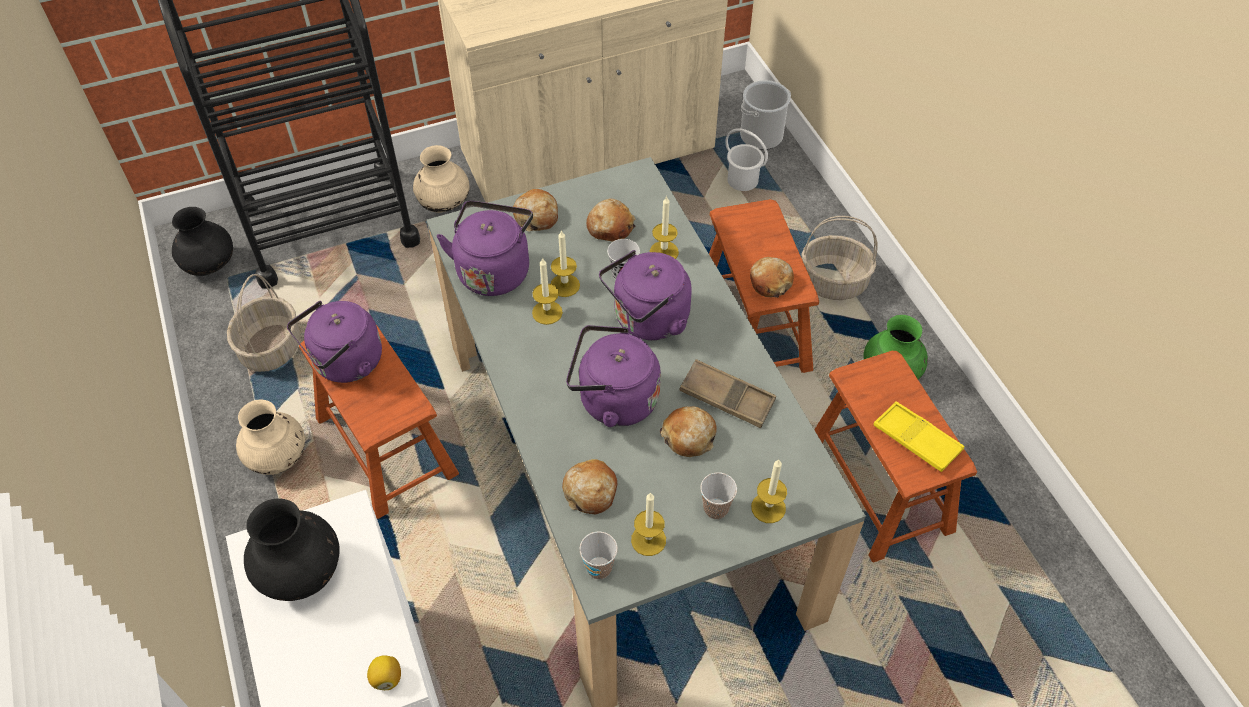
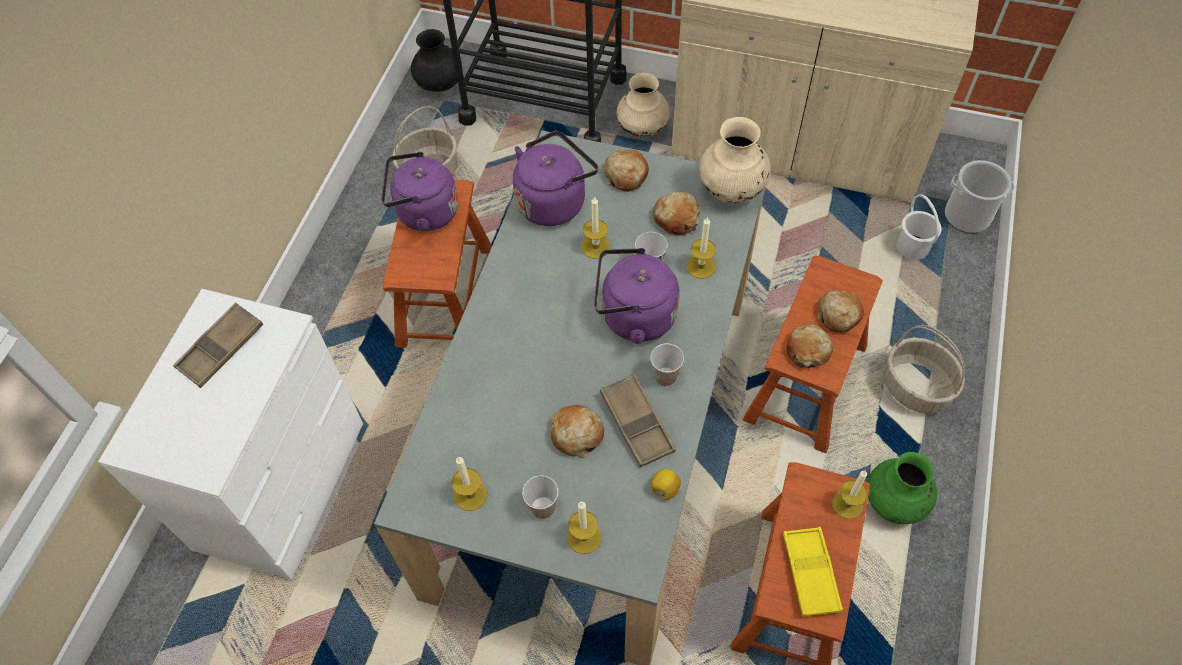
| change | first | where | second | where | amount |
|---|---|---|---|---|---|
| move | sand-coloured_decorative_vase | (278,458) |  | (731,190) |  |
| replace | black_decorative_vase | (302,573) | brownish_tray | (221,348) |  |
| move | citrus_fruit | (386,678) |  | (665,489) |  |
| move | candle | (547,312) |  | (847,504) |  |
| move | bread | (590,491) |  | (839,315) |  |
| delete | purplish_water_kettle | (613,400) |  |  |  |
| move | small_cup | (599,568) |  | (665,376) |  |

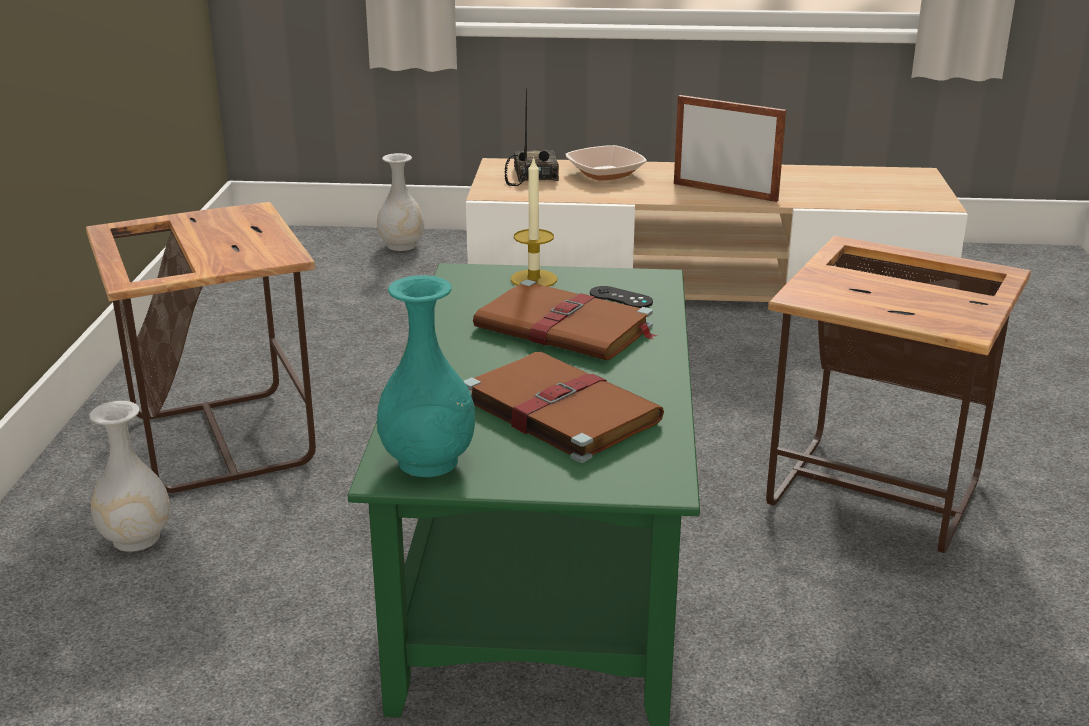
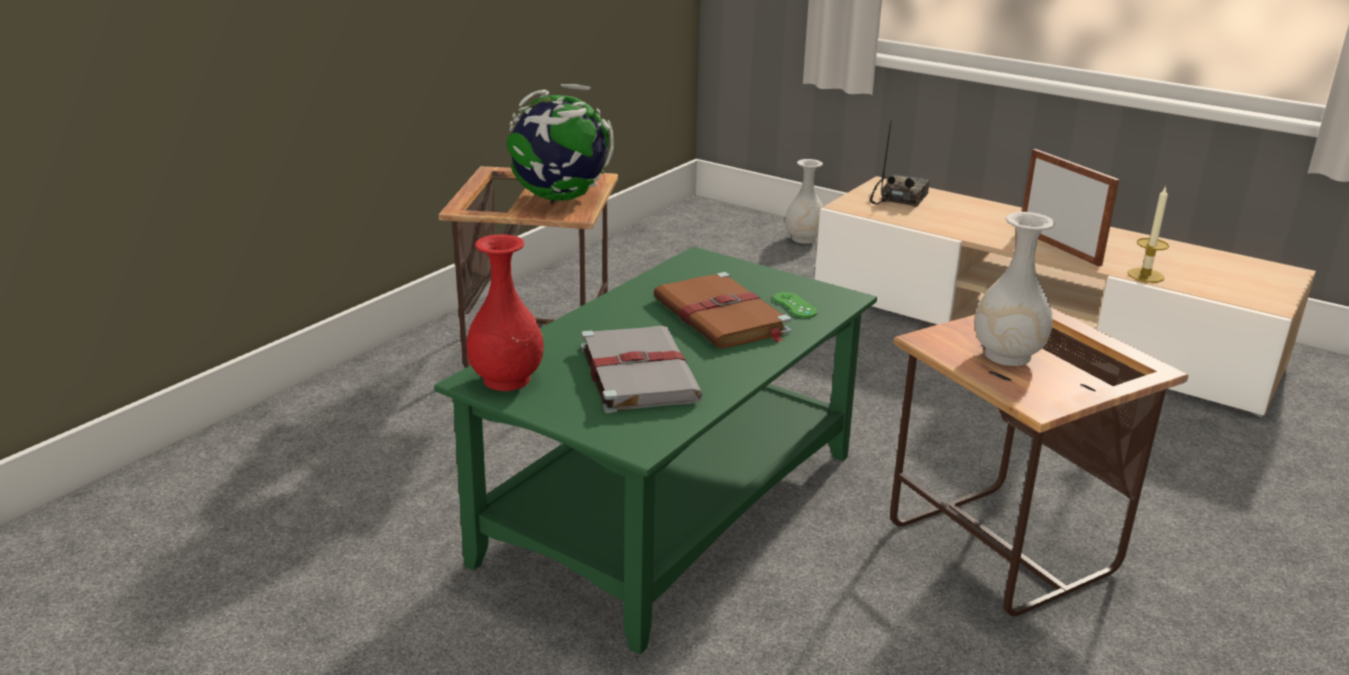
| change | first | where | second | where | amount |
|---|---|---|---|---|---|
| move | white_decorative_vase | (135,538) |  | (1006,355) |  |
| recolor | turquoise-coloured_decorative_vase | (428,462) | reddish_decorative_vase | (506,380) |  |
| recolor | brownish_book | (557,409) | greyish_book | (637,372) |  |
| move | candle | (534,279) |  | (1145,275) |  |
| delete | serving_bowl | (605,173) |  |  |  |
| recolor | black_gamepad | (621,298) | greenish_gamepad | (795,305) |  |
| insert |  |  | globe | (560,198) |  |

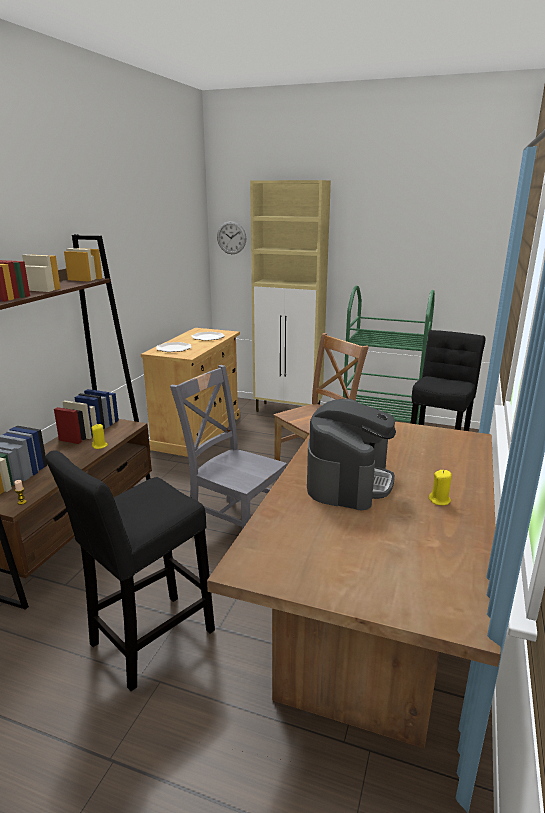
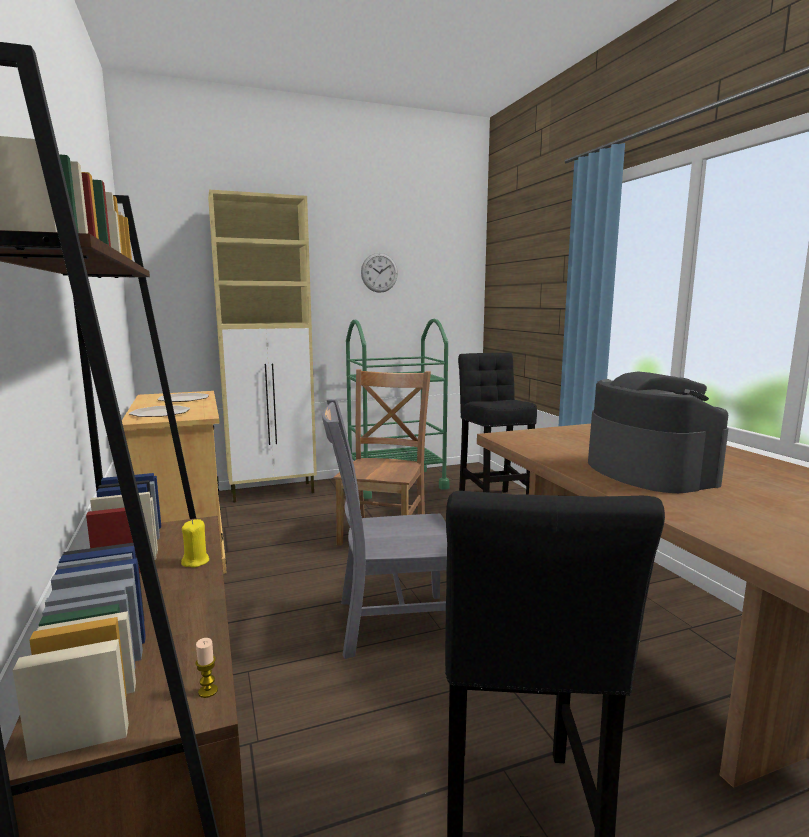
| change | first | where | second | where | amount |
|---|---|---|---|---|---|
| move | clock_on_the_wall | (231,237) |  | (379,272) |  |
| delete | yellow-coloured_candle | (439,500) |  |  |  |

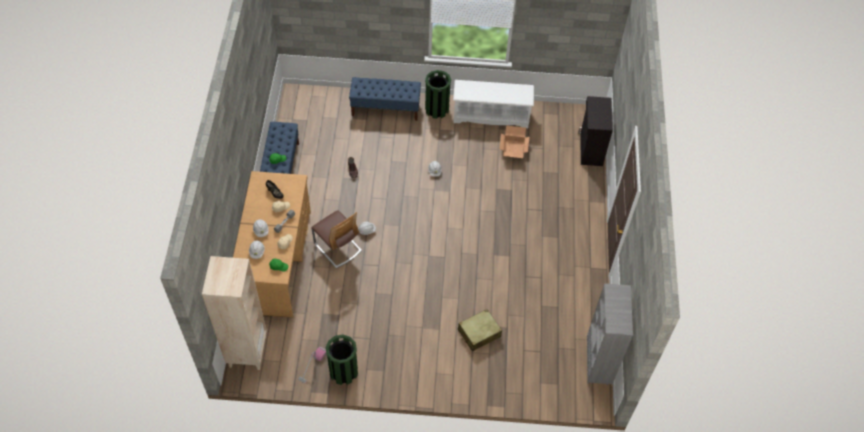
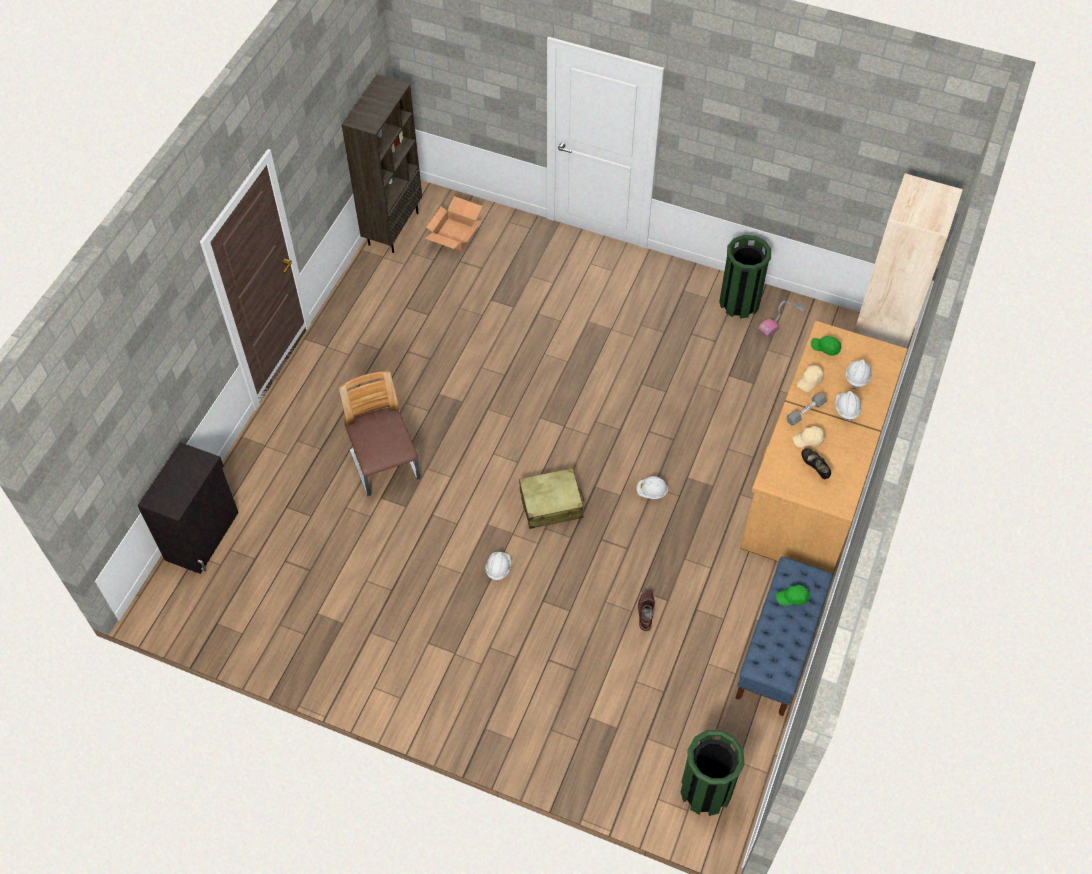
| change | first | where | second | where | amount |
|---|---|---|---|---|---|
| move | upright_chair | (338,247) |  | (385,466) |  |
| delete | bluish_bench | (385,109) |  |  |  |
| move | greenish_trash_can | (437,109) |  | (705,790) |  |
| delete | white_shoe_shelf | (491,115) |  |  |  |
| move | sand-coloured_suitcase | (479,333) |  | (551,504) |  |
| move | packing_box | (514,149) |  | (454,233) |  |
| recolor | greyish_shelving_unit | (597,365) | brownish_shelving_unit | (393,228) |  |

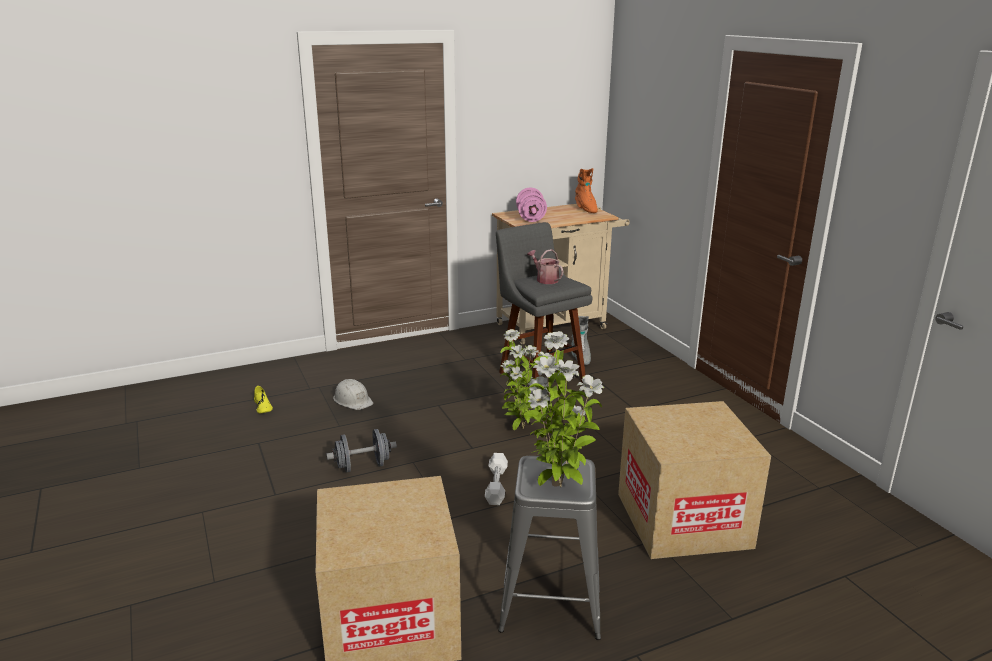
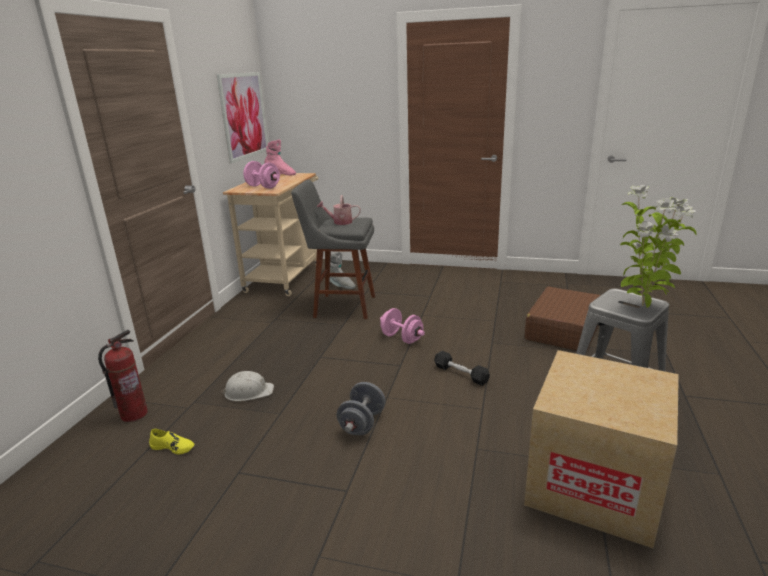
| change | first | where | second | where | amount |
|---|---|---|---|---|---|
| recolor | white_free_weight | (496,485) | black_free_weight | (461,374) |  |
| replace | potted_plant | (522,429) | pink-coloured_free_weight | (402,338) |  |
| recolor | orangey_tall_boot | (585,209) | pink-coloured_tall_boot | (280,174) |  |
| replace | packing_box | (683,520) | brownish_suitcase | (563,329) |  |
| insert |  |  | fire-fighting_cylinder | (134,414) |  |
| insert |  |  | wall_picture | (244,116) |  |

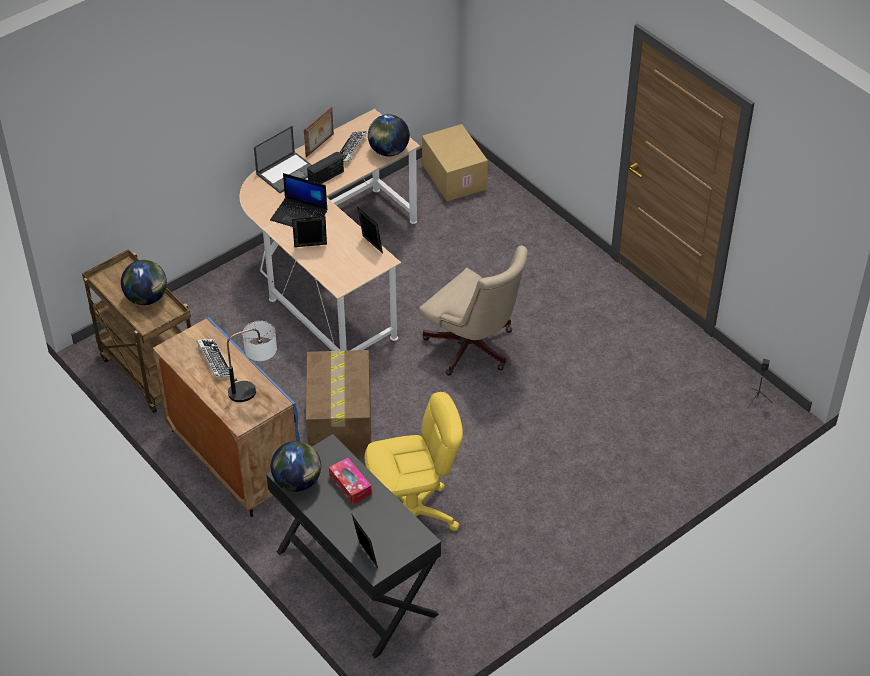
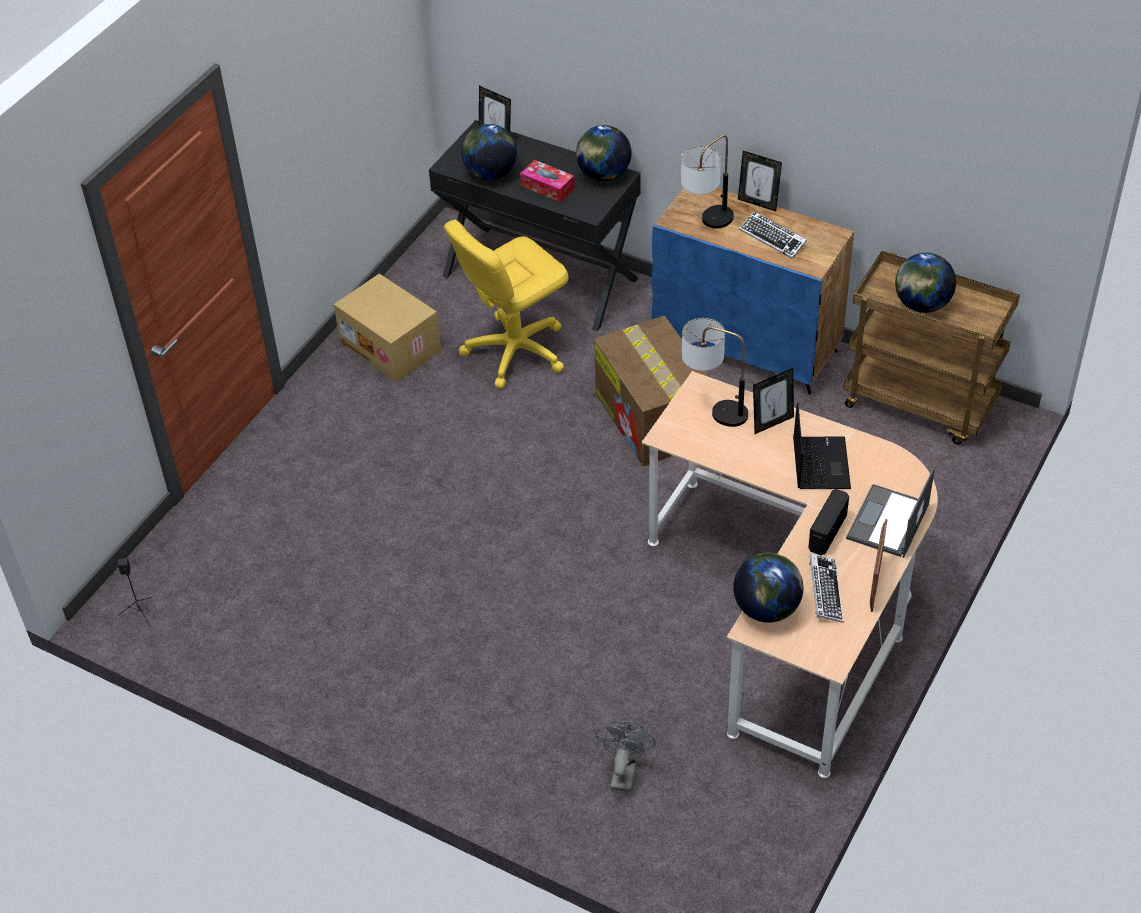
| change | first | where | second | where | amount |
|---|---|---|---|---|---|
| rotate | portable_computer | (300,215) |  | (819,463) | 90 degrees clockwise |
| move | picture_frame | (370,246) |  | (758,203) |  |
| delete | sand-coloured_office_chair | (473,349) |  |  |  |
| move | packing_box | (453,176) |  | (392,346) |  |
| insert |  |  | globe | (490,173) |  |
| insert |  |  | greyish_fan | (623,771) |  |
| insert |  |  | table_lamp | (713,409) |  |

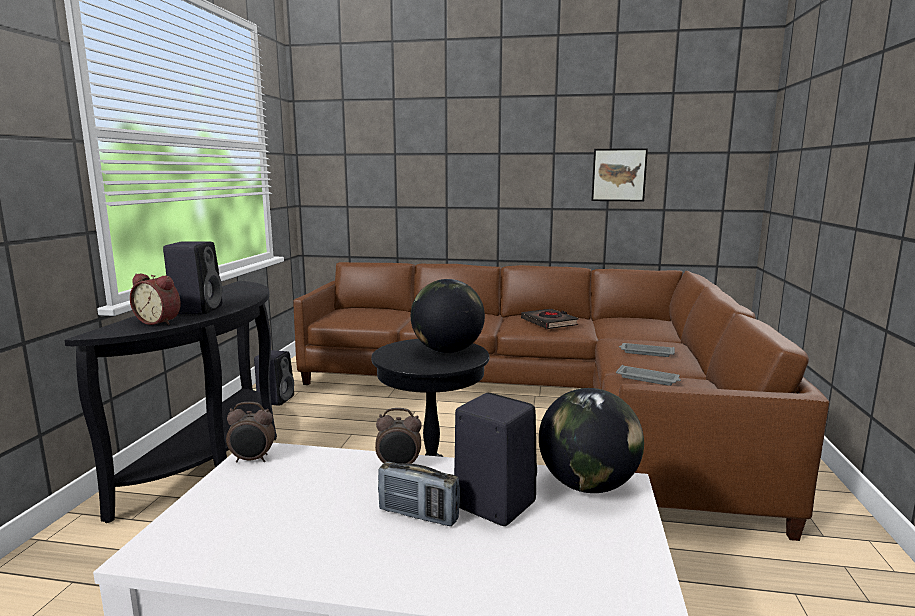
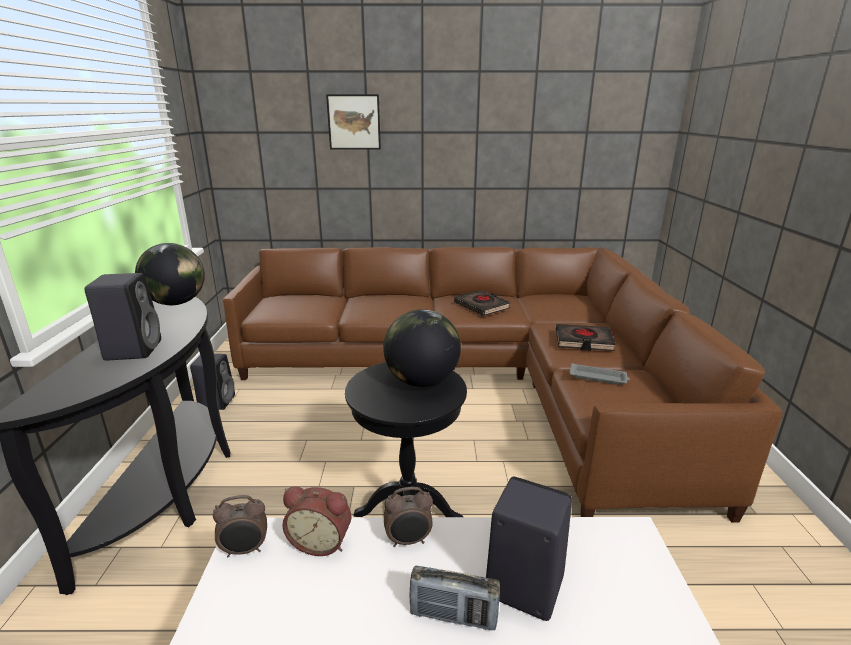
| change | first | where | second | where | amount |
|---|---|---|---|---|---|
| move | table_clock | (160,322) |  | (321,541) |  |
| move | globe | (588,485) |  | (176,303) |  |
| move | wall_picture | (619,175) |  | (354,122) |  |
| replace | greyish_tray | (646,352) | black_book | (583,341) |  |

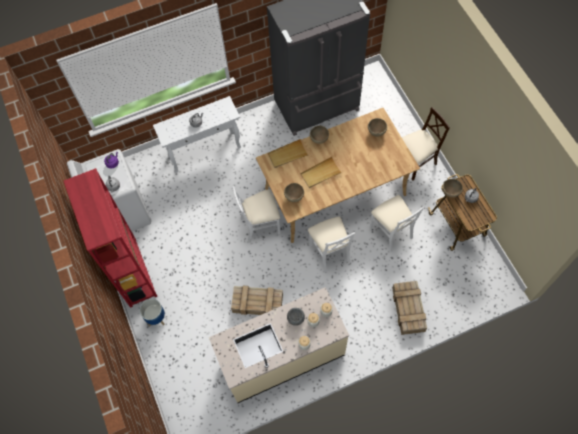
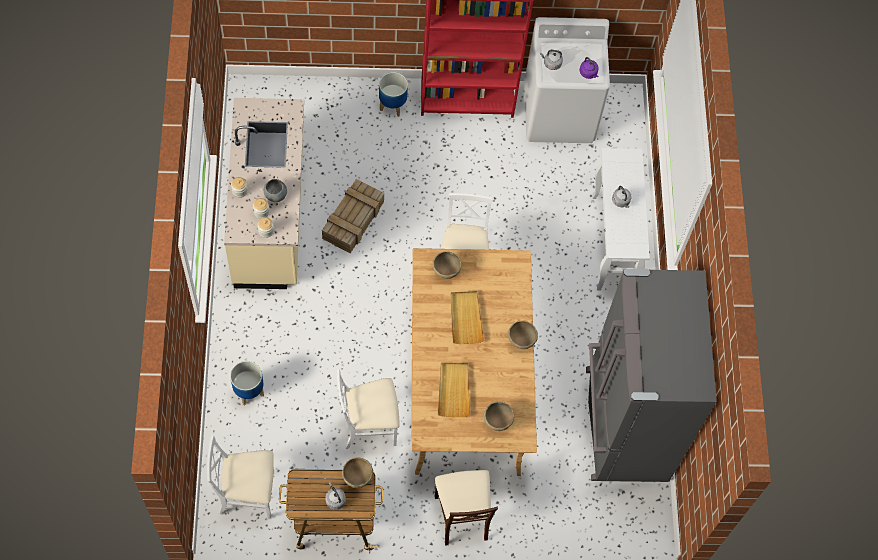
| change | first | where | second | where | amount |
|---|---|---|---|---|---|
| move | sand-coloured_tray | (287,155) |  | (453,390) |  |
| move | white_upright_chair | (330,252) |  | (248,494) |  |
| replace | crate | (408,310) | plant_pot | (248,391) |  |

